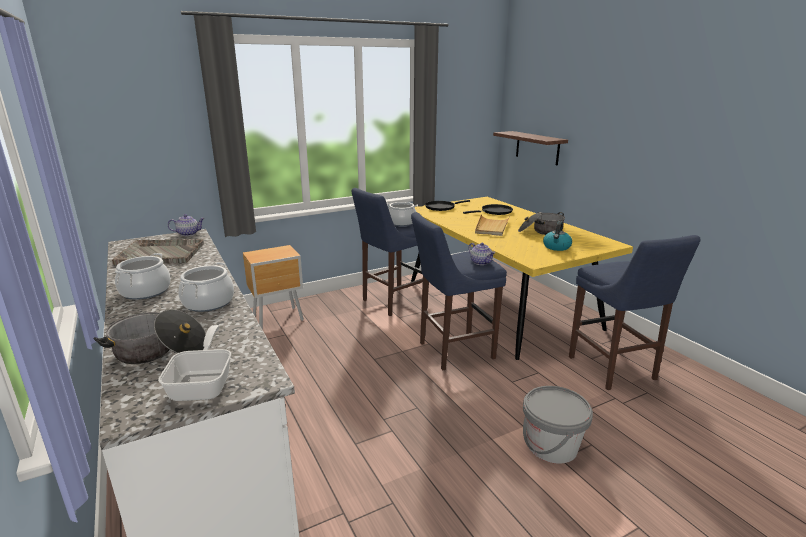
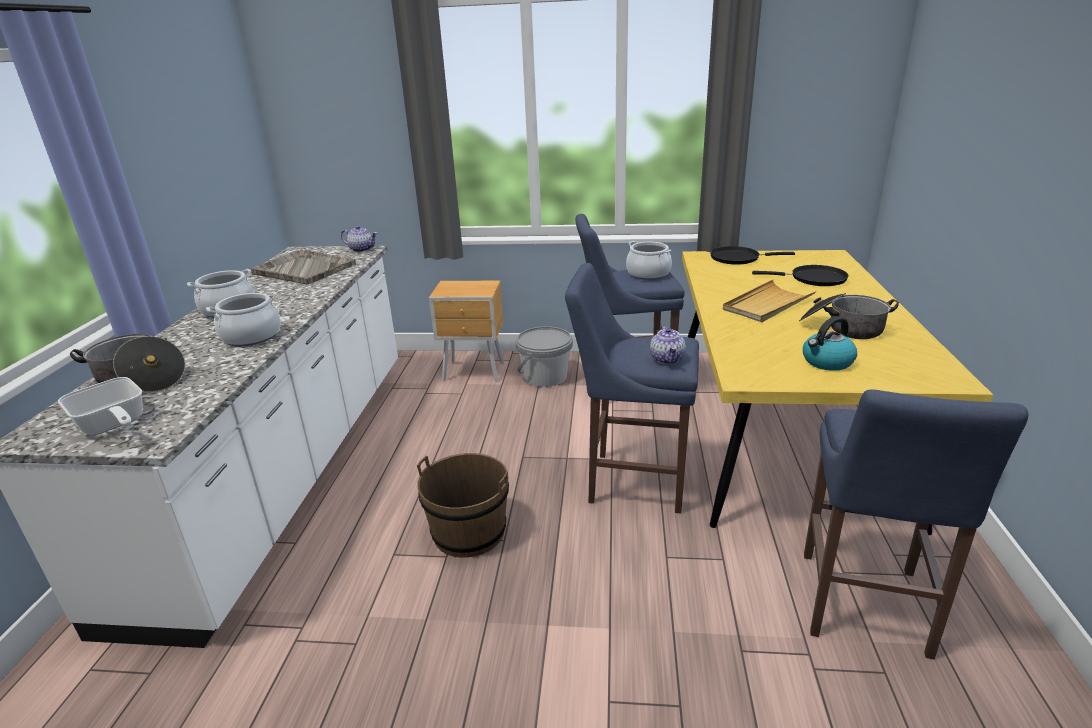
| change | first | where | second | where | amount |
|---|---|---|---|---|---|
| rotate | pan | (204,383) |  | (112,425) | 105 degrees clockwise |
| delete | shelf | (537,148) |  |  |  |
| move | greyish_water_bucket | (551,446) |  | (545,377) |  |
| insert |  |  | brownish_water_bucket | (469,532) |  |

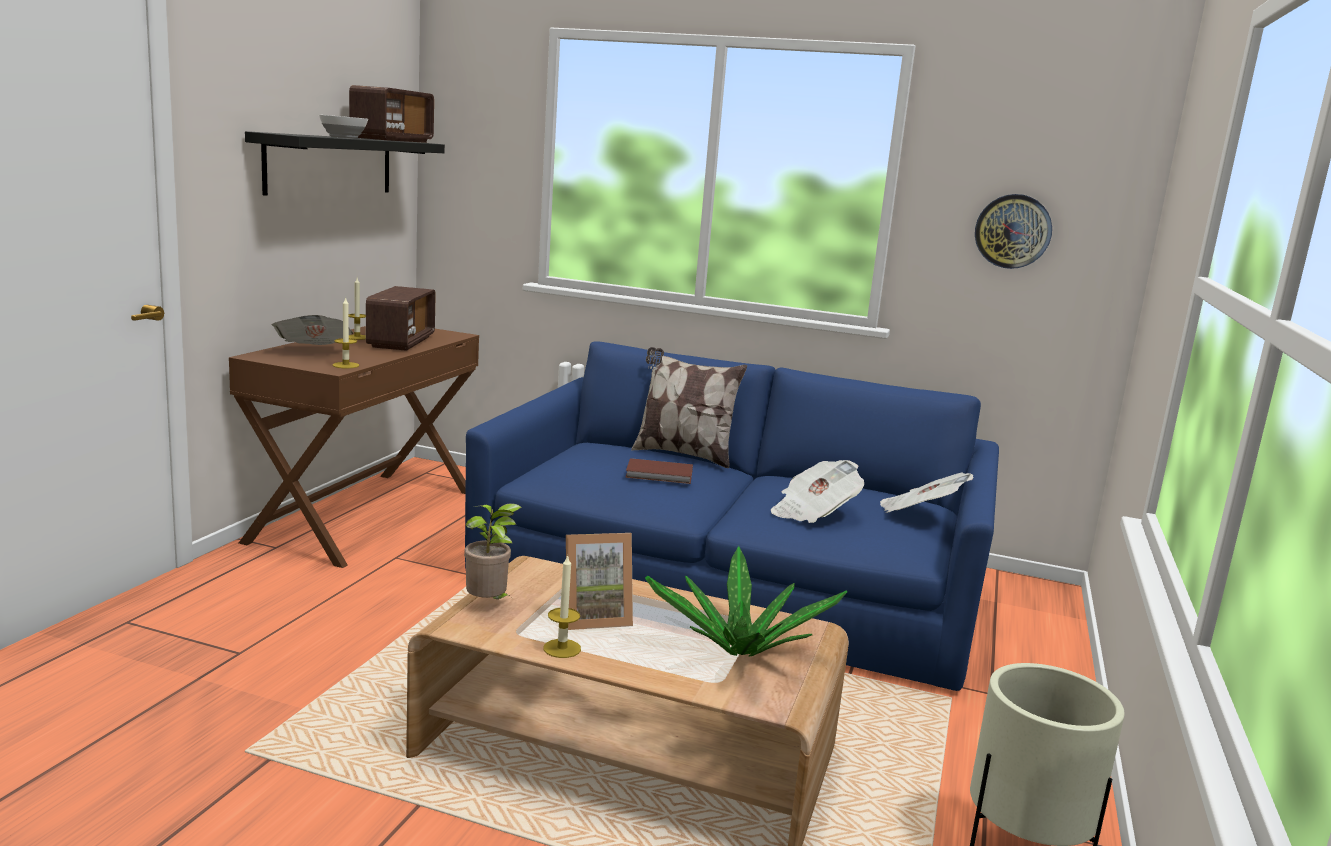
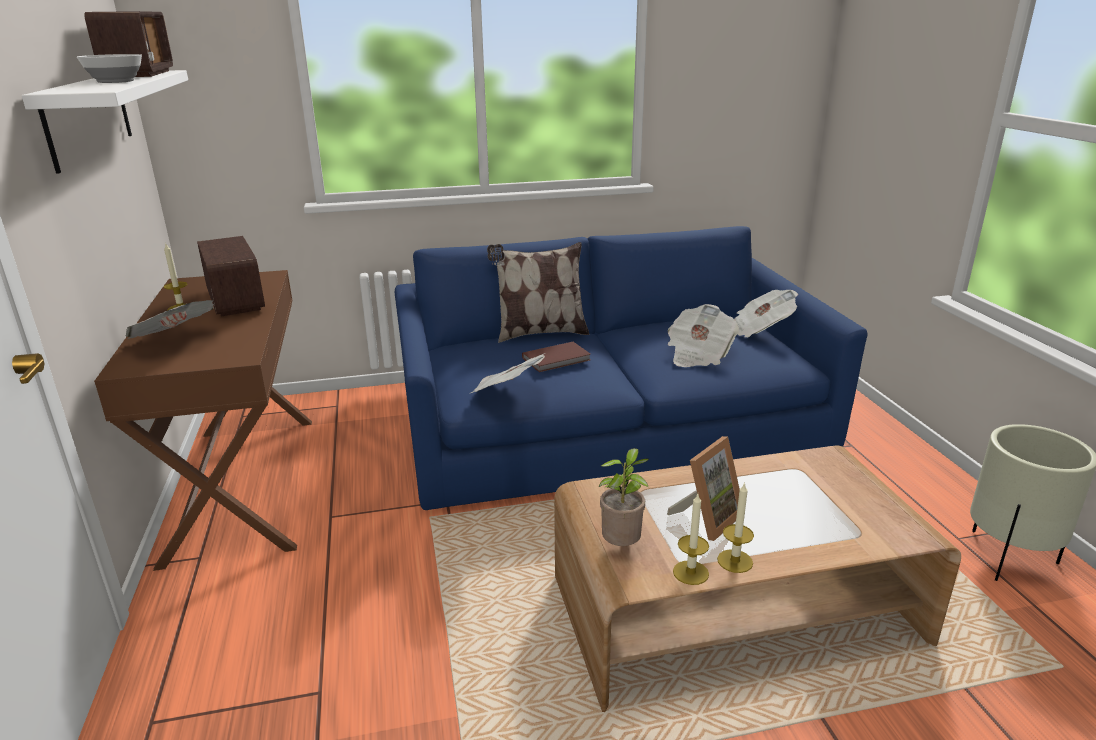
| change | first | where | second | where | amount |
|---|---|---|---|---|---|
| recolor | black_shelf | (330,165) | white_shelf | (89,117) |  |
| move | candle | (345,365) |  | (690,572) |  |
| delete | potted_plant | (739,649) |  |  |  |
| delete | clock_on_the_wall | (1013,231) |  |  |  |
| insert |  |  | daily_paper | (508,392) |  |

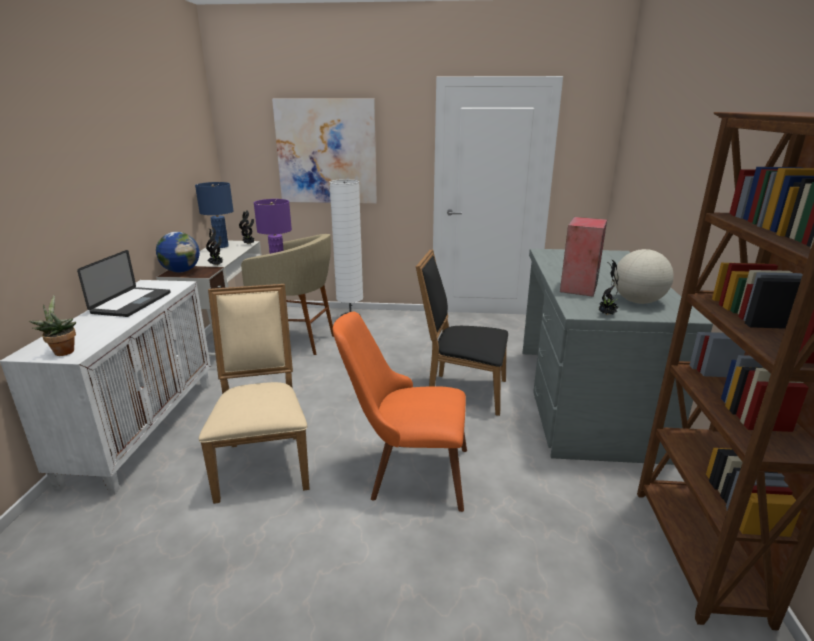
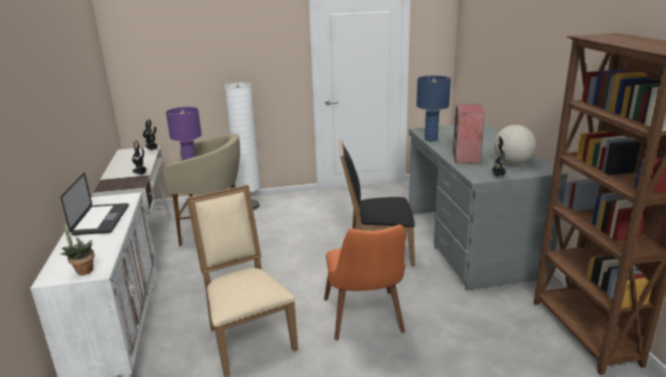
| change | first | where | second | where | amount |
|---|---|---|---|---|---|
| delete | globe | (181,271) |  |  |  |
| move | bluish_table_lamp | (222,246) |  | (431,139) |  |
| delete | wall_picture | (326,152) |  |  |  |
| rotate | orangey_upright_chair | (406,472) |  | (366,322) | 90 degrees counterclockwise |

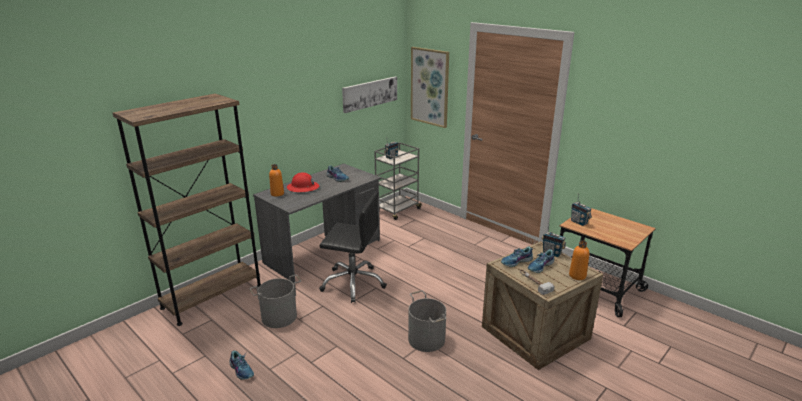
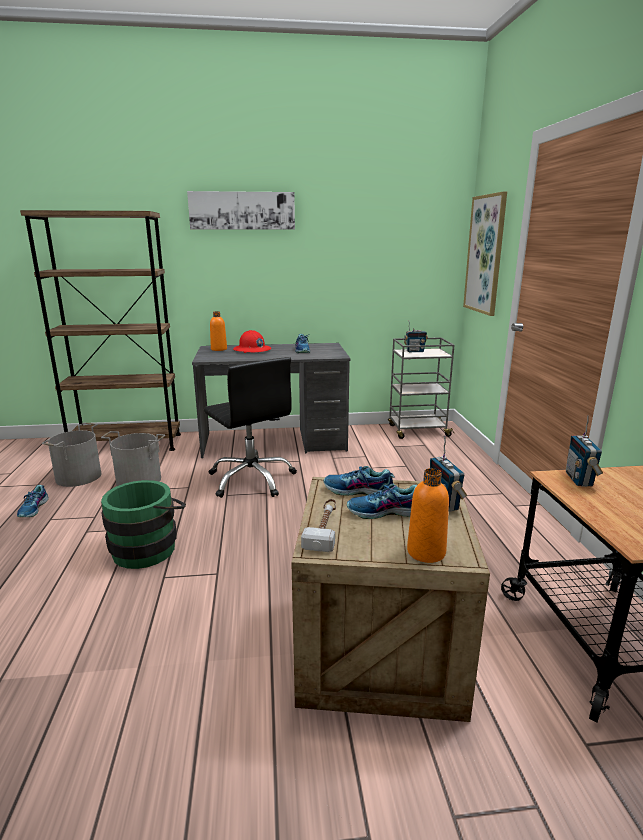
| change | first | where | second | where | amount |
|---|---|---|---|---|---|
| move | wall_picture | (369,93) |  | (242,210) |  |
| move | greyish_water_bucket | (427,339) |  | (79,477) |  |
| insert |  |  | greenish_water_bucket | (149,547) |  |

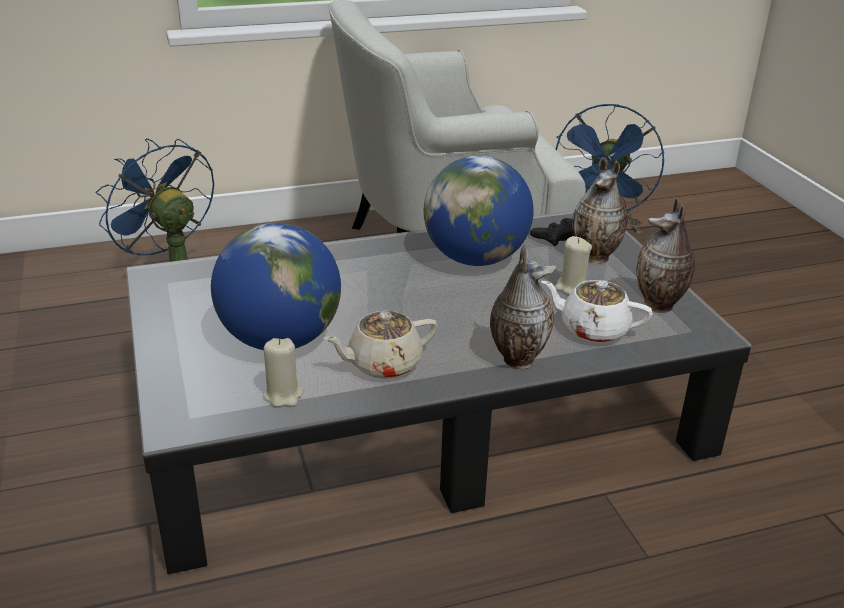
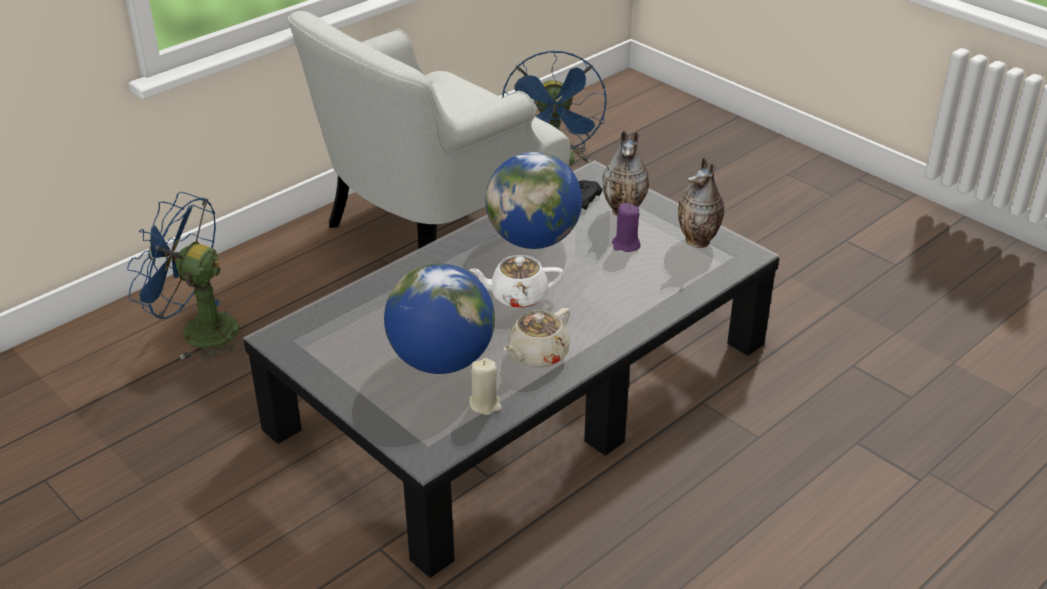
| change | first | where | second | where | amount |
|---|---|---|---|---|---|
| delete | decorative_vase | (516,358) |  |  |  |
| move | white_pot_for_tea | (592,329) |  | (517,296) |  |
| recolor | sand-coloured_candle | (571,287) | purplish_candle | (626,245) |  |

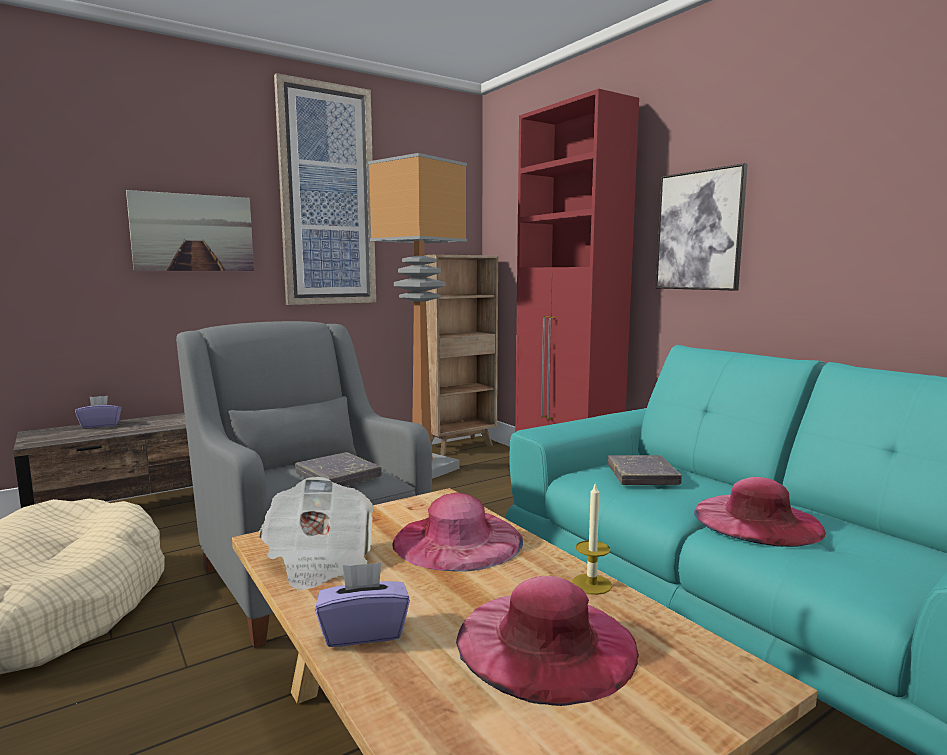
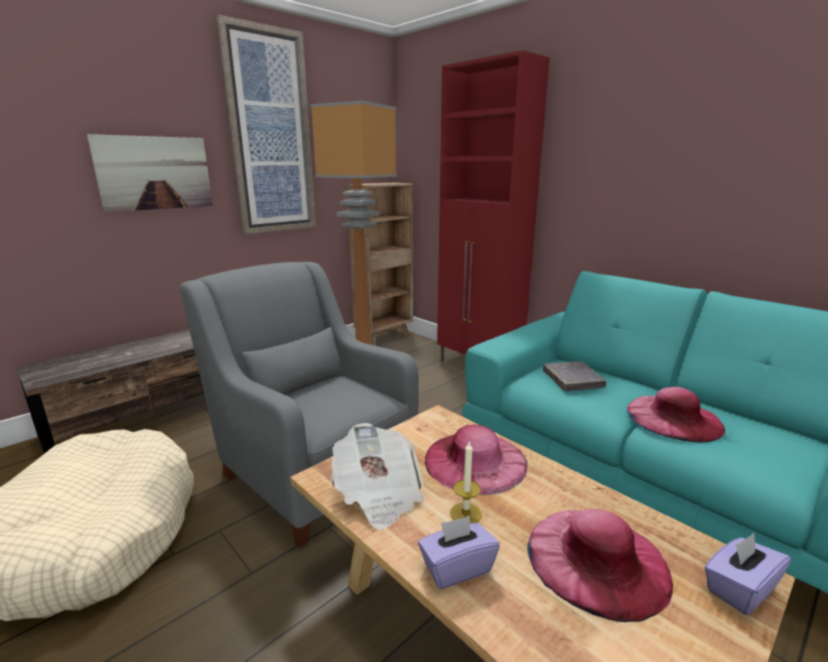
| change | first | where | second | where | amount |
|---|---|---|---|---|---|
| move | purplish_tissue_holder | (100,425) |  | (739,588) |  |
| delete | greyish_book | (338,476) |  |  |  |
| move | candle | (591,584) |  | (465,513) |  |
| delete | wall_picture | (699,231) |  |  |  |

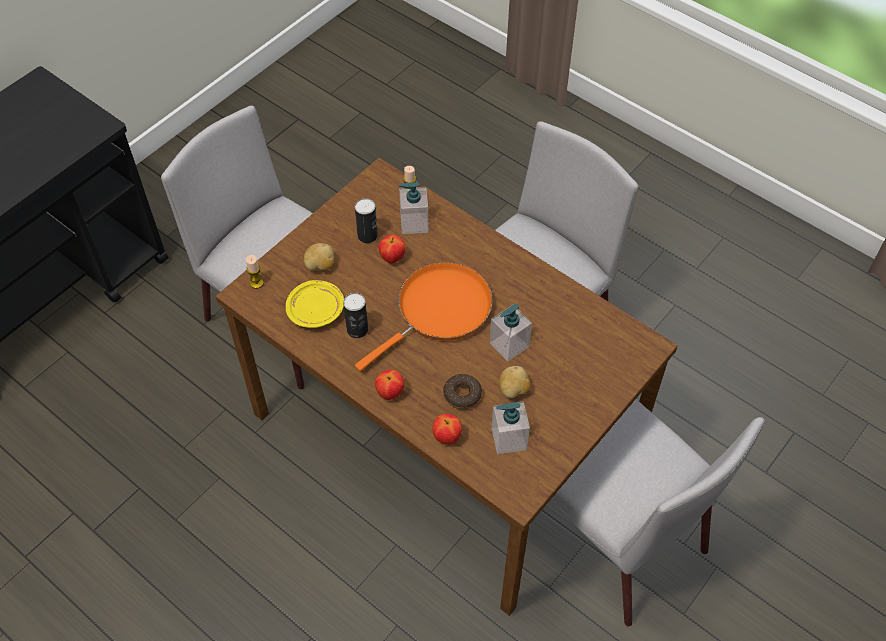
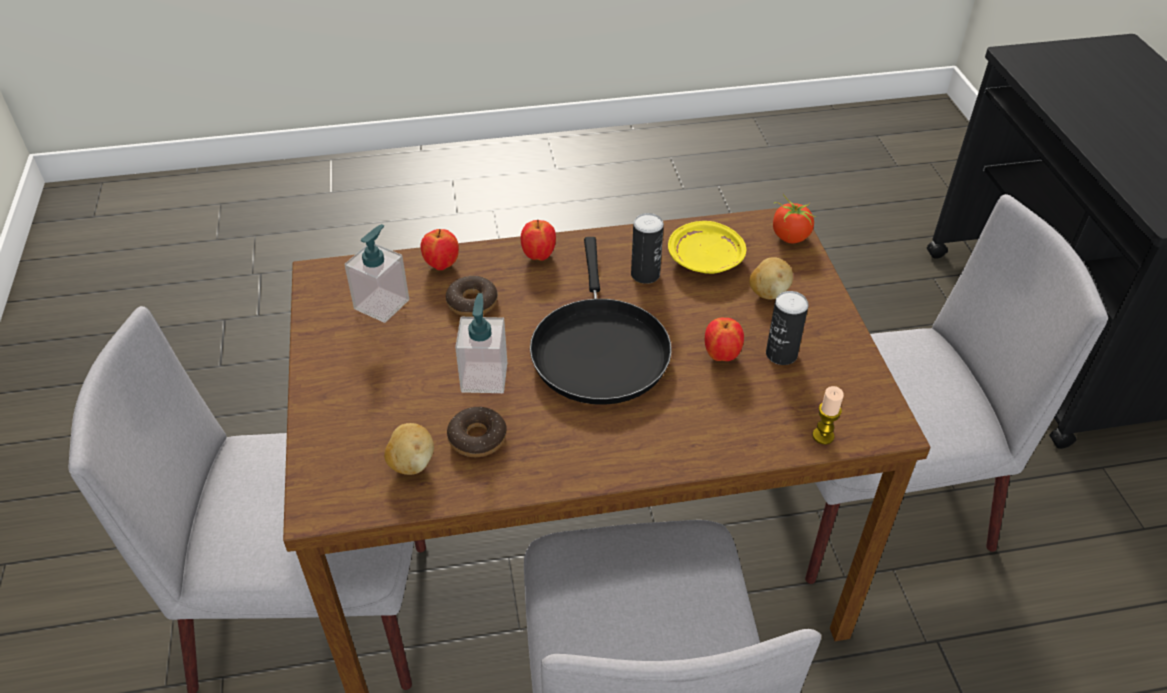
| change | first | where | second | where | amount |
|---|---|---|---|---|---|
| replace | candle | (256,283) | fresh_tomato | (790,237) |  |
| recolor | orangey_pan | (439,310) | black_pan | (599,349) |  |
| delete | liquid_soap_bottle | (414,223) |  |  |  |
| move | potato | (513,390) |  | (411,463) |  |
| insert |  |  | ring_doughnut | (477,438) |  |

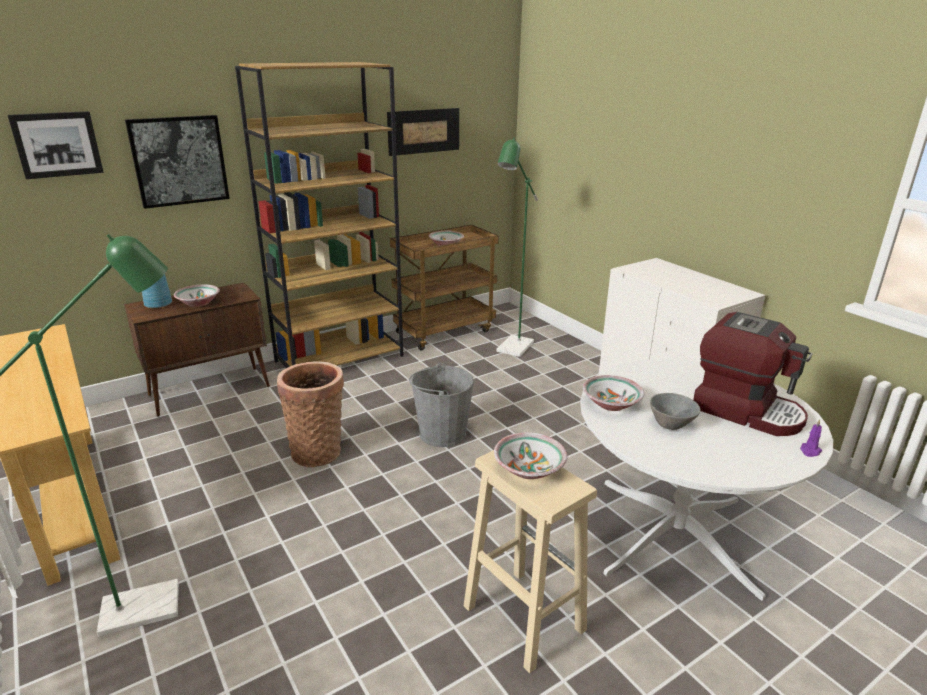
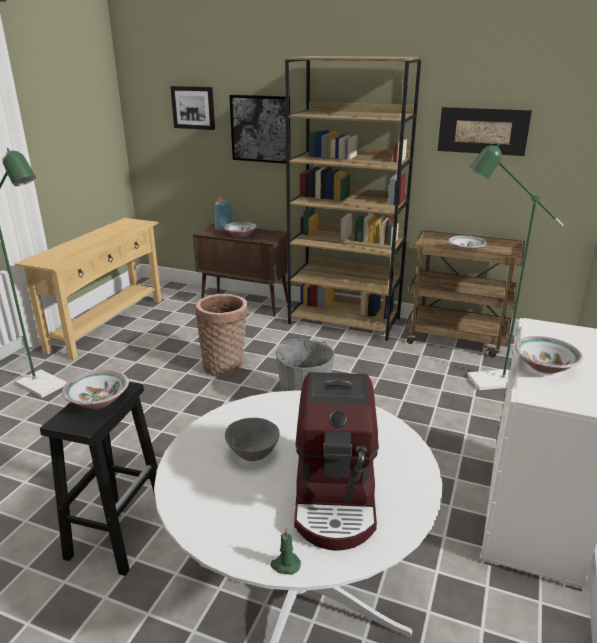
| change | first | where | second | where | amount |
|---|---|---|---|---|---|
| recolor | sand-coloured_sitting_stool | (522,617) | black_sitting_stool | (119,533) |  |
| move | serving_bowl | (610,404) |  | (544,366) |  |
| recolor | purplish_candle | (810,451) | greenish_candle | (285,565) |  |

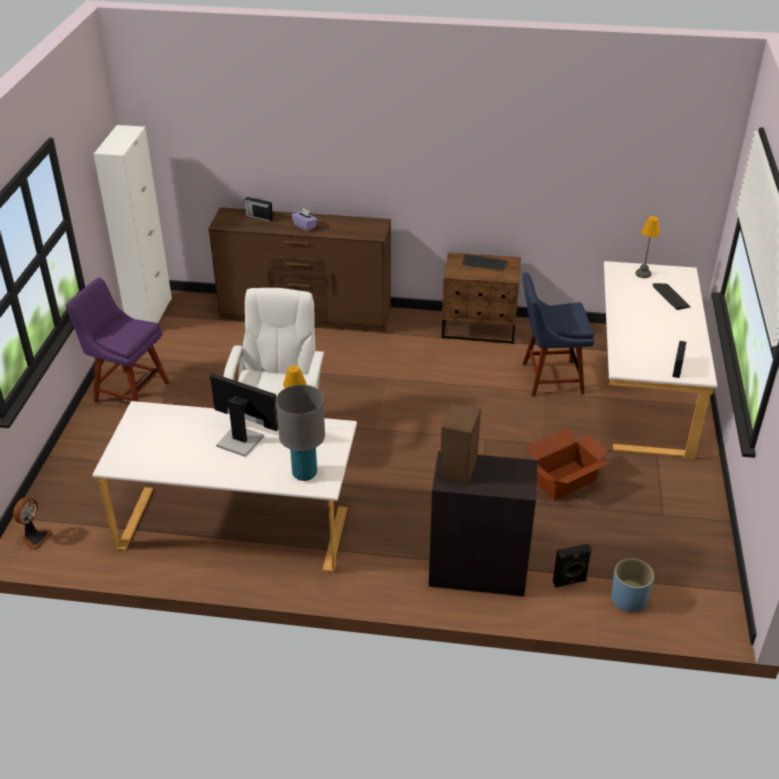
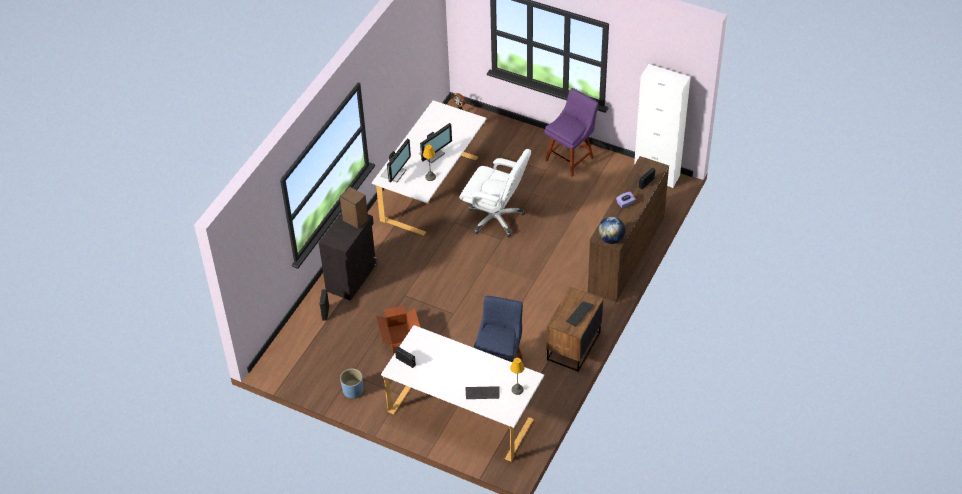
| change | first | where | second | where | amount |
|---|---|---|---|---|---|
| replace | greyish_table_lamp | (304,474) | monitor | (394,173) |  |
| move | bluish_plant_pot | (628,599) |  | (352,391) |  |
| insert |  |  | globe | (611,239) |  |

